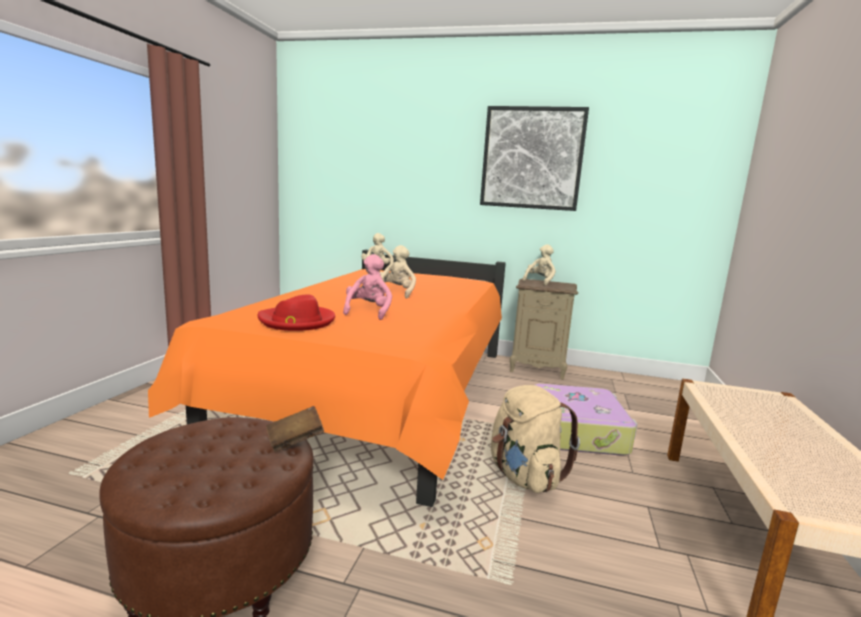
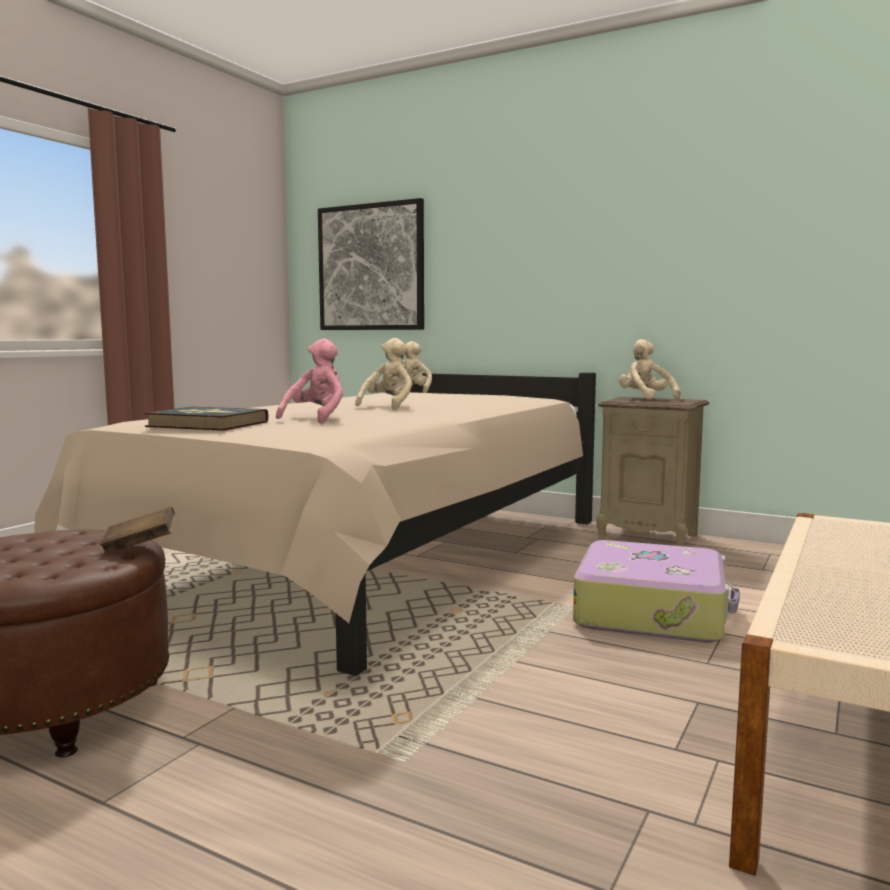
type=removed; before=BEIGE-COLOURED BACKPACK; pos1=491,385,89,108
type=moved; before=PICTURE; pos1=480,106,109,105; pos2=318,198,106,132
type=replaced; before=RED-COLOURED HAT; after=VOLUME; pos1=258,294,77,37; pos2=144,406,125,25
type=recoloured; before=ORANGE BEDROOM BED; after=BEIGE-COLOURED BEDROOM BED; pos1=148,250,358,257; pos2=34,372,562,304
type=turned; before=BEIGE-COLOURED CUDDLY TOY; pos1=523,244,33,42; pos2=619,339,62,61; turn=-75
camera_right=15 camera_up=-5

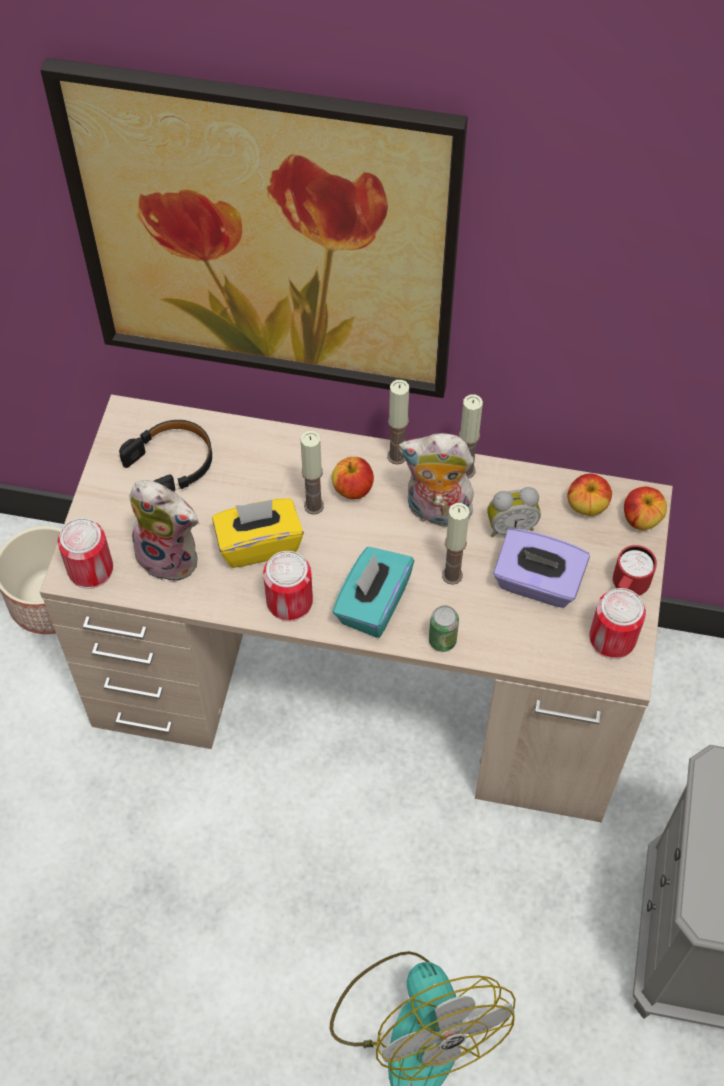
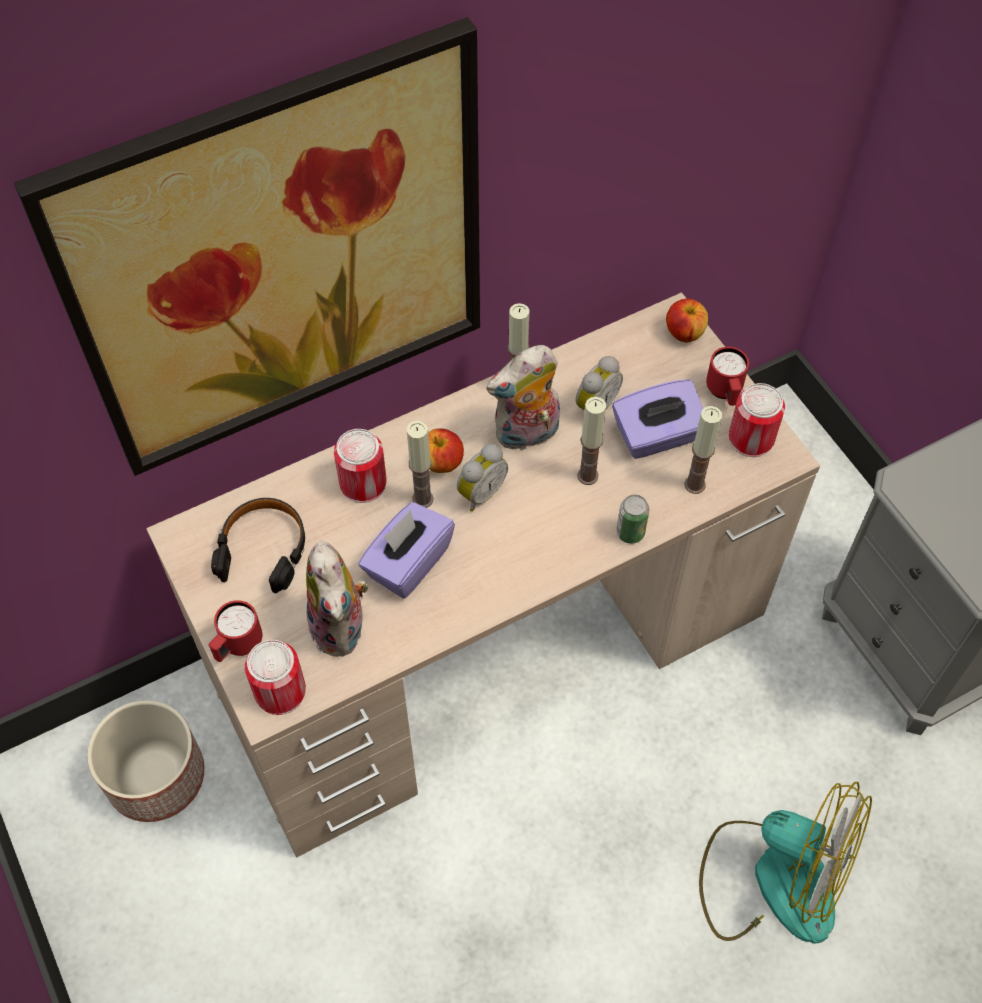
type=removed; before=TURQUOISE TISSUE BOX; pos1=332,546,82,92
type=removed; before=APPLE; pos1=567,473,45,43
type=added; after=RED-COLOURED MUG; pos2=209,600,53,62
type=added; after=ALARM CLOCK; pos2=457,444,51,68
type=moved; before=SEALED CAN; pos1=263,551,50,71; pos2=334,429,52,74
type=moved; before=WAX CANDLE; pos1=387,380,22,85; pos2=684,406,38,88
type=recoloured; before=YELLOW TISSUE BOX; after=PURPLISH TISSUE BOX; pos1=212,498,92,70; pos2=358,502,97,97
type=turned; before=CUDDLY TOY; pos1=129,480,70,103; pos2=306,541,62,116; turn=90
camera_right=-40 camera_up=0

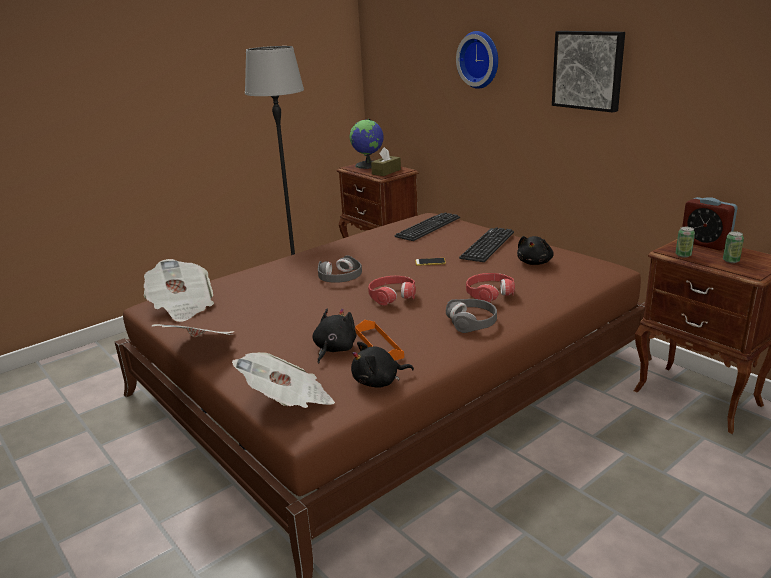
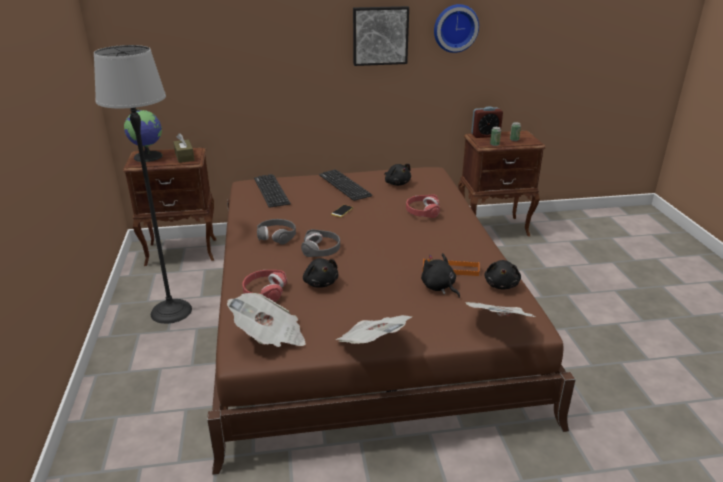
type=added; after=BLACK CUDDLY TOY; pos2=303,258,35,30
type=moved; before=RED-COLOURED PAIR OF HEADPHONES; pos1=368,276,48,30; pos2=242,270,45,32
type=moved; before=GREY PAIR OF HEADPHONES; pos1=446,299,51,34; pos2=257,219,39,26
type=moved; before=WALL CLOCK; pos1=456,31,42,58; pos2=434,4,45,49
camera_right=-60 camera_up=5

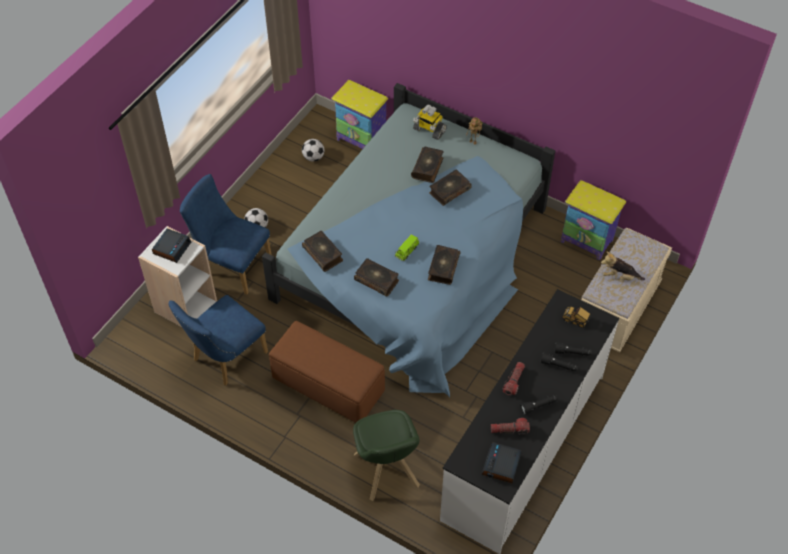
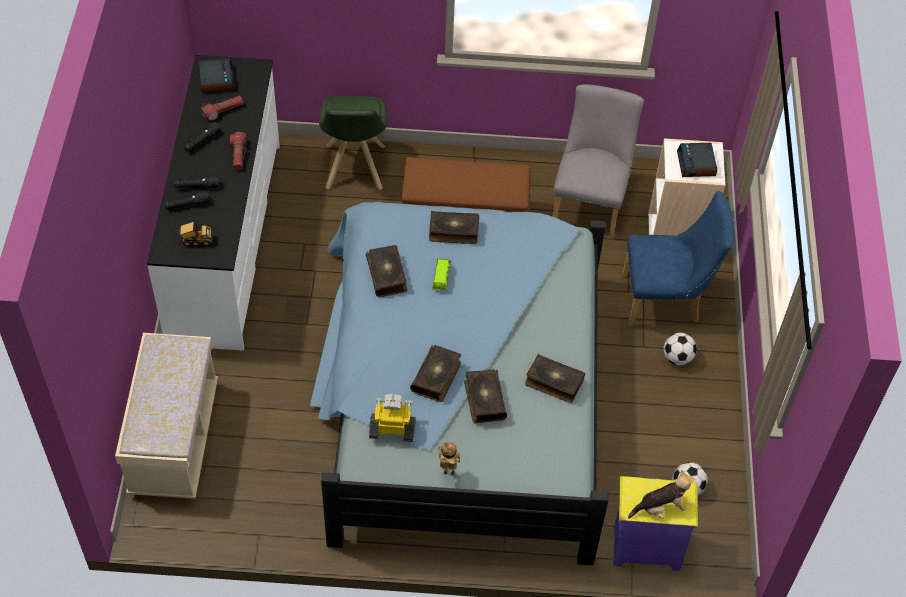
type=removed; before=BEDSIDE TABLE; pos1=561,180,65,80
type=moved; before=VOLUME; pos1=302,231,41,41; pos2=525,354,60,49
type=moved; before=TOY ROBOT; pos1=413,104,34,36; pos2=369,394,47,48
type=moved; before=CUDDLY TOY; pos1=601,251,44,29; pos2=628,470,67,49
type=recoloured; before=BLUE-COLOURED CHAIR; after=GREY CHAIR; pos1=168,295,100,91; pos2=552,84,92,154
type=turned; before=GREENISH CHAIR; pos1=353,410,67,91; pos2=319,96,68,94; turn=-135
camera_right=150 camera_up=0

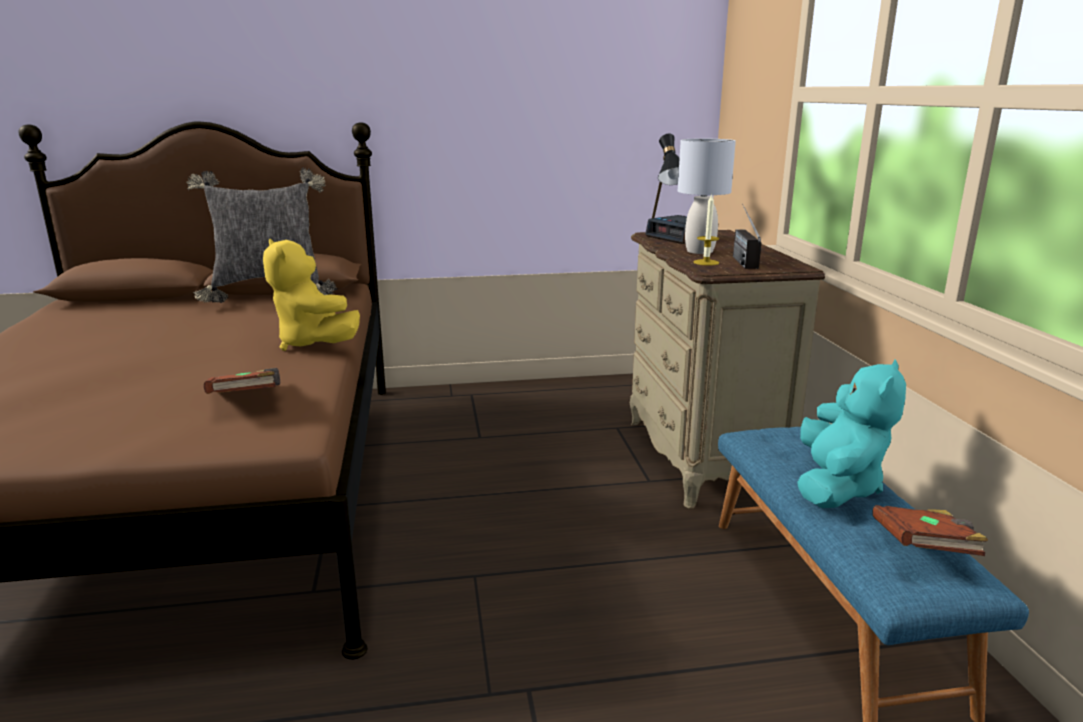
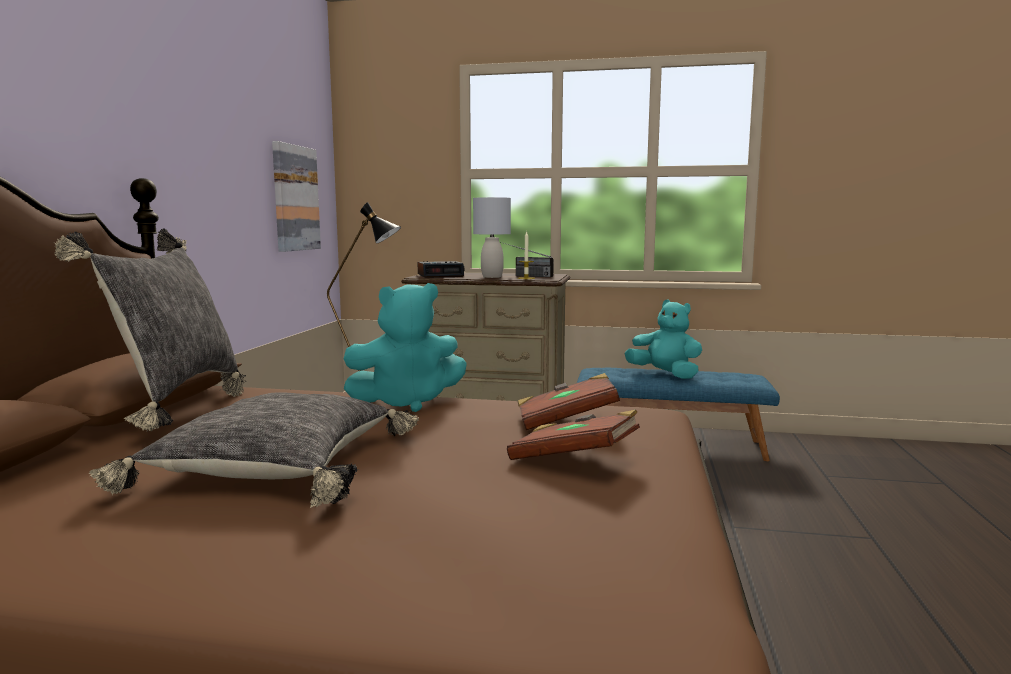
type=added; after=PILLOW; pos2=89,392,330,116
type=added; after=PICTURE; pos2=272,141,49,111
type=moved; before=BROWNISH VOLUME; pos1=872,505,116,51; pos2=507,410,133,50
type=recoloured; before=YELLOW CUDDLY TOY; after=TURQUOISE CUDDLY TOY; pos1=263,239,97,112; pos2=344,283,123,129
camera_right=-70 camera_up=-10

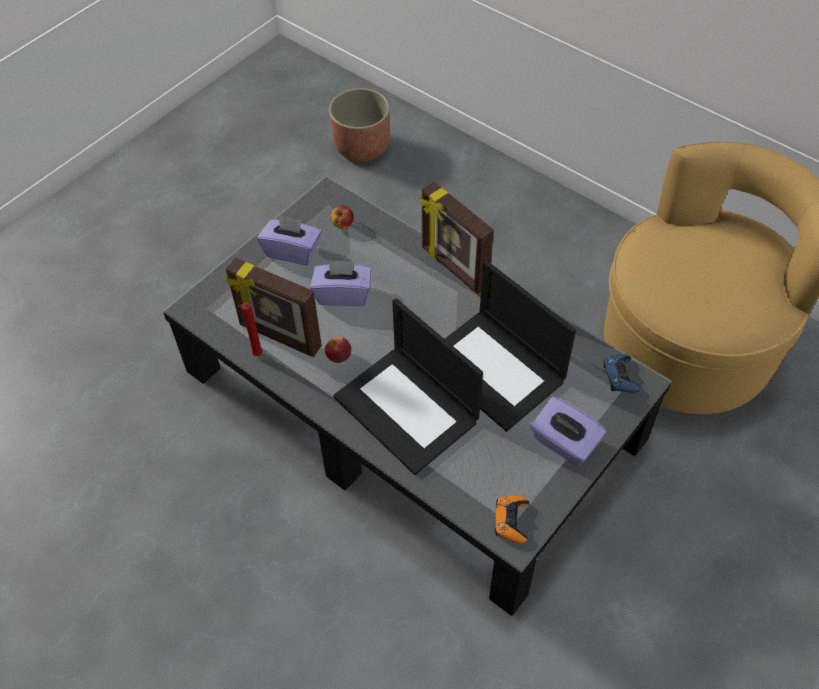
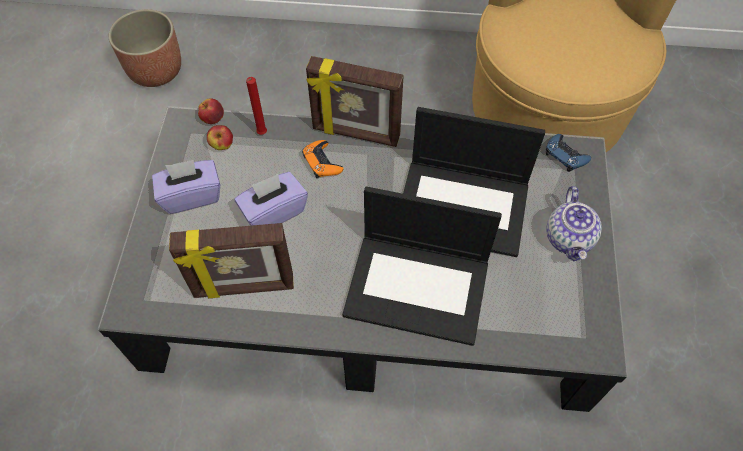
type=moved; before=RED-COLOURED WAX CANDLE; pos1=238,302,25,54; pos2=246,77,21,58
type=moved; before=APPLE; pos1=325,337,26,26; pos2=198,98,26,26
type=moved; before=ORANGE GAME CONTROLLER; pos1=495,495,34,48; pos2=302,140,42,38
type=replaced; before=PURPLISH TISSUE BOX; after=TEAPOT; pos1=530,396,76,70; pos2=546,186,56,76
camera_right=-35 camera_up=5

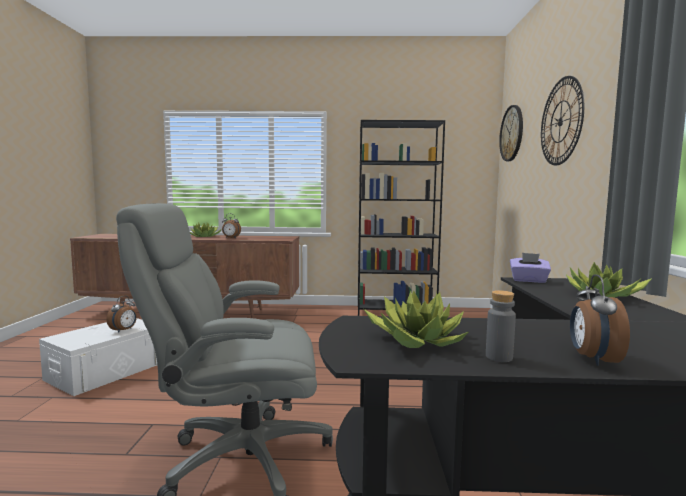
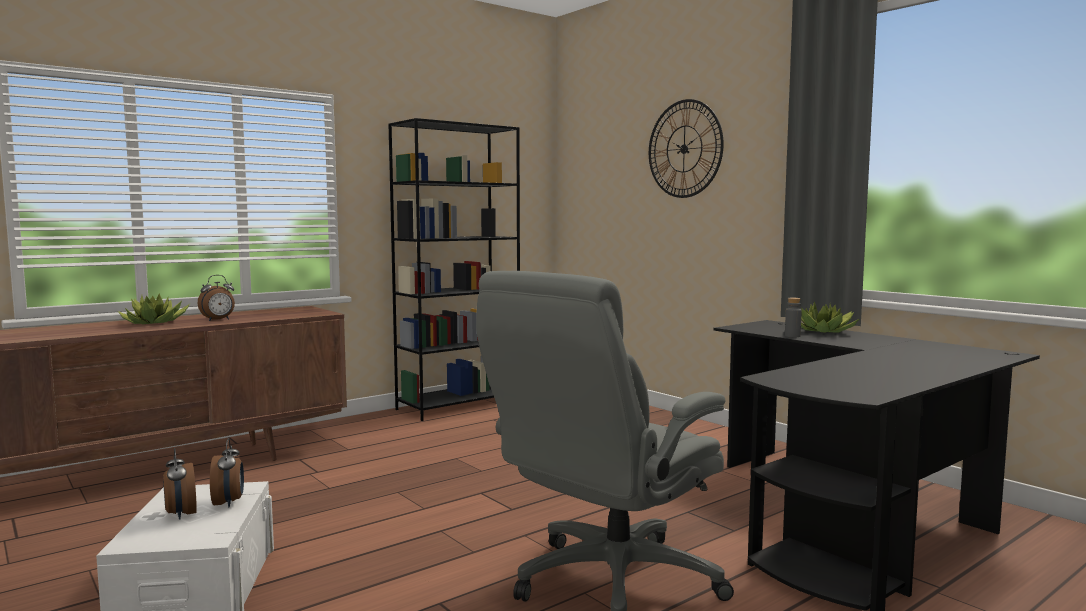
type=removed; before=PLANT IN A POT; pos1=364,291,104,57
type=removed; before=WALL CLOCK; pos1=499,105,24,56
type=removed; before=PURPLISH TISSUE BOX; pos1=510,253,41,30
type=moved; before=GREY BEVERAGE BOTTLE; pos1=486,290,30,72; pos2=785,298,17,39
type=moved; before=ALARM CLOCK; pos1=570,275,60,91; pos2=163,448,34,72
camera_right=-40 camera_up=0

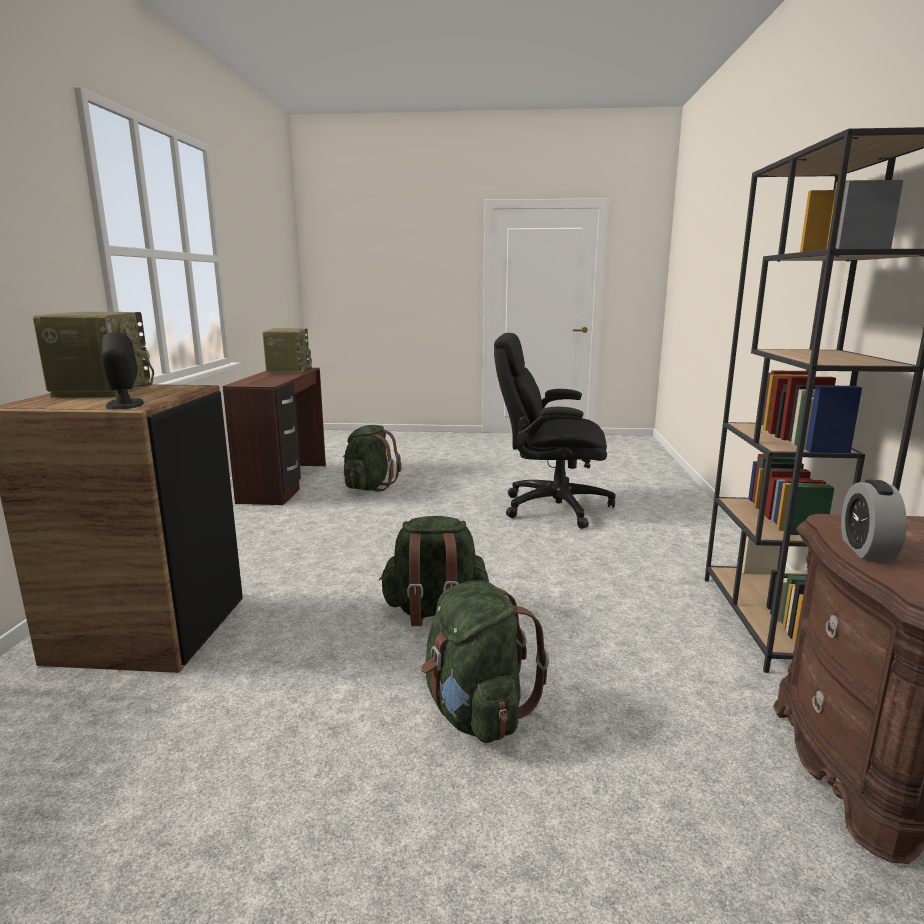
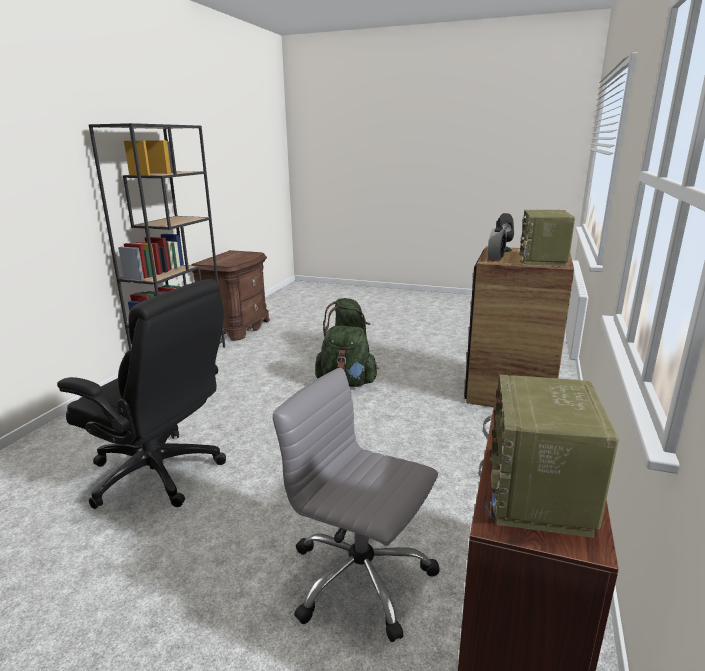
type=moved; before=ALARM CLOCK; pos1=841,479,65,82; pos2=488,227,19,33
type=replaced; before=GREENISH BACKPACK; after=GREY COMPUTER CHAIR; pos1=343,425,59,67; pos2=273,368,167,274
camera_right=-165 camera_up=5

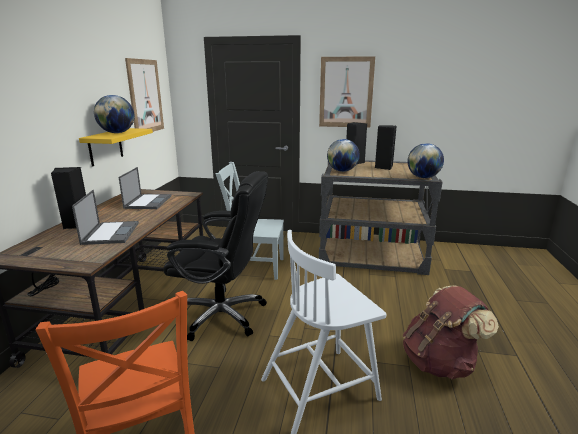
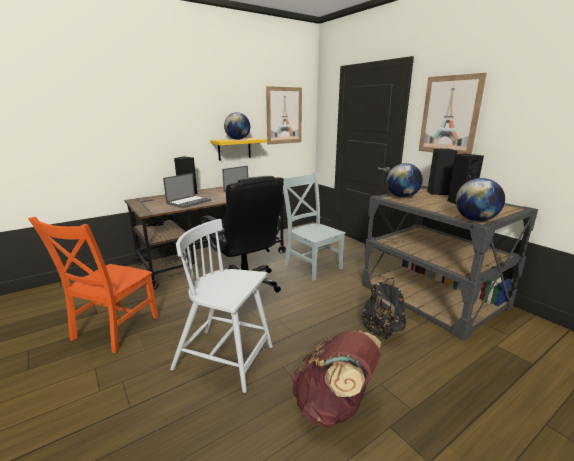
type=added; after=BLACK BACKPACK; pos2=361,278,45,61
camera_right=45 camera_up=0

